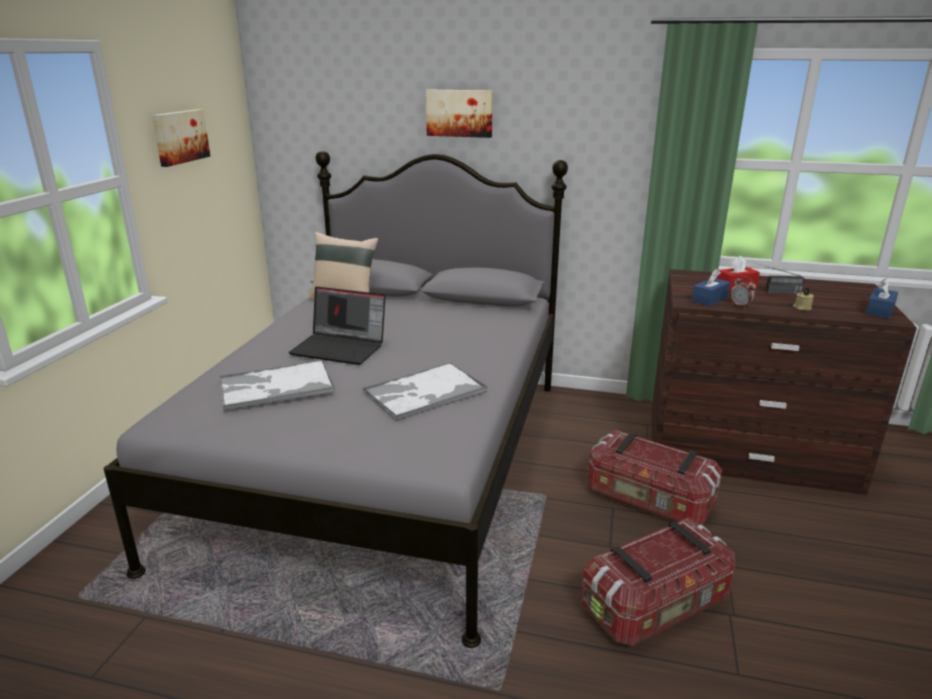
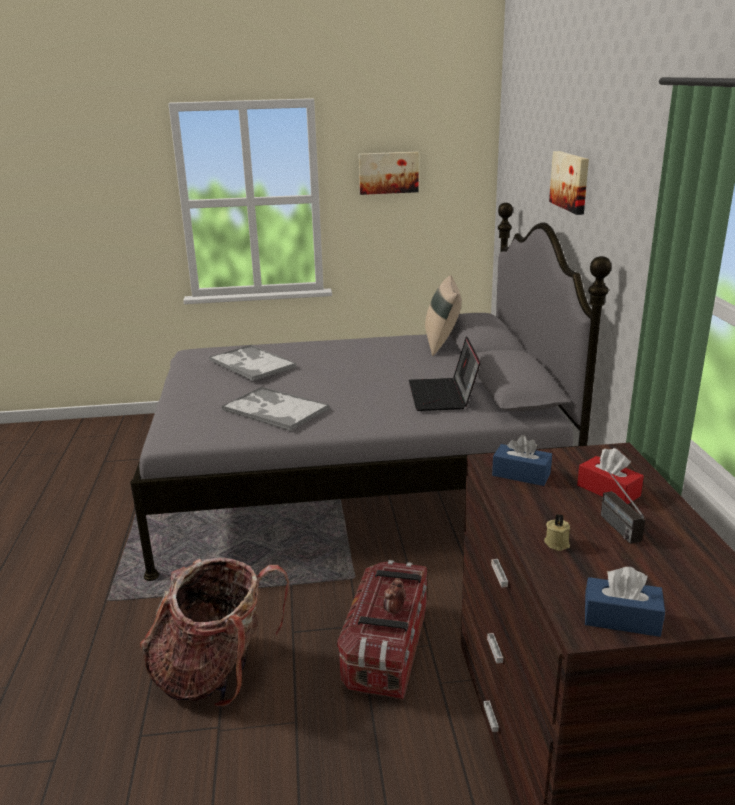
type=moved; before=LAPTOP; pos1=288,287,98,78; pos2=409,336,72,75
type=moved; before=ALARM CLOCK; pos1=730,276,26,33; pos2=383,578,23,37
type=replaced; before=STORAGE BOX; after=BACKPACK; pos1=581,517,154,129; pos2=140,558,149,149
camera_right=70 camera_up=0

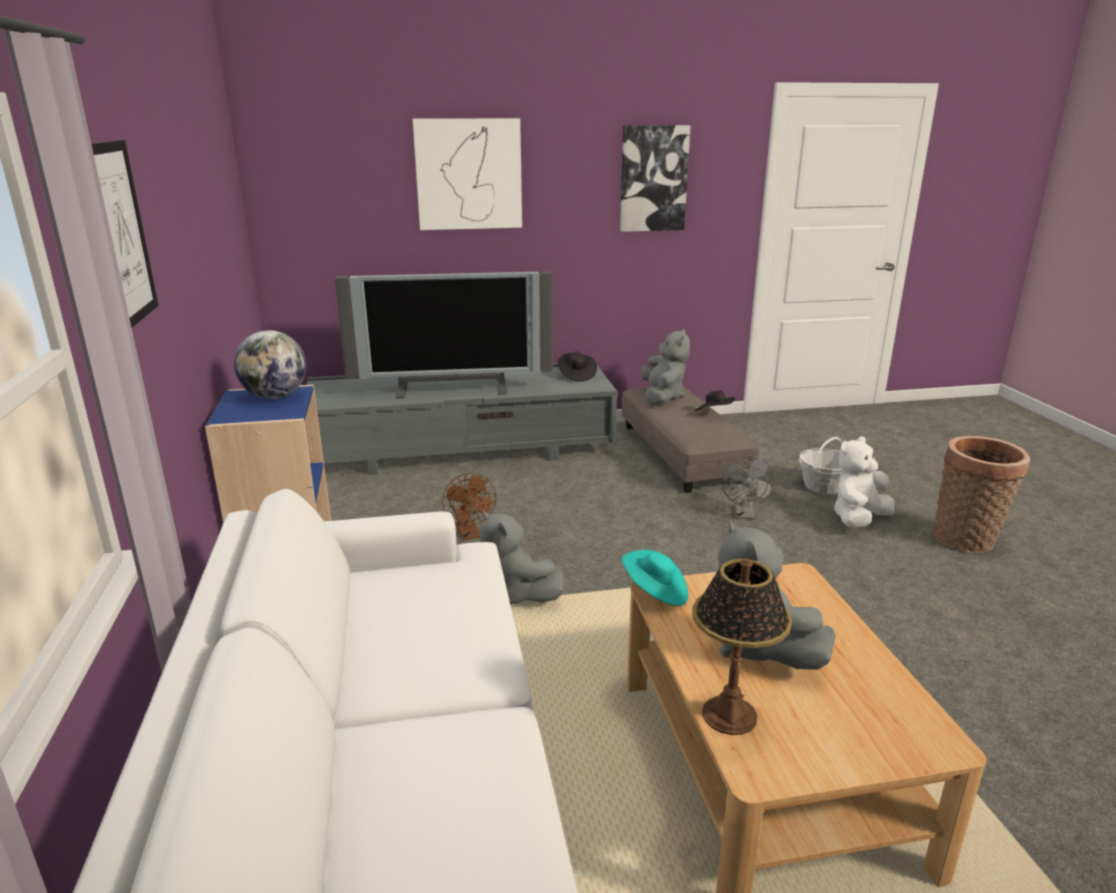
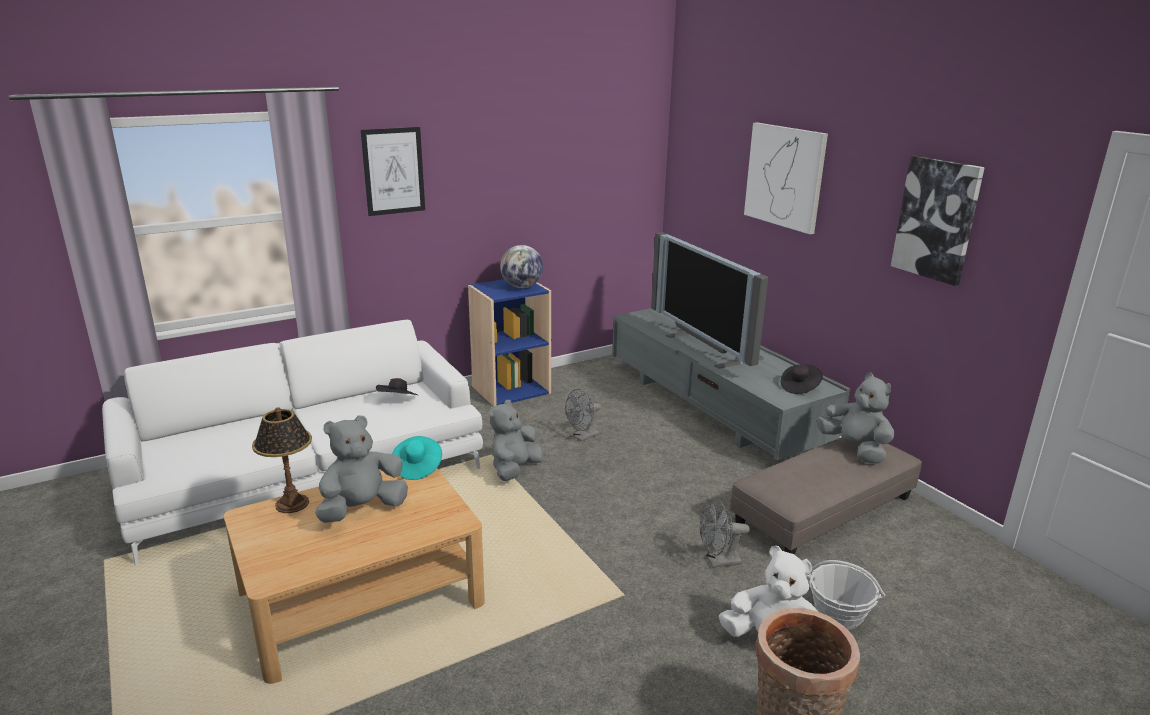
type=moved; before=BLACK HAT; pos1=695,391,40,20; pos2=376,378,42,17
type=recoloured; before=BROWNISH FAN; after=GREY FAN; pos1=442,473,54,67; pos2=565,389,36,53
type=turned; before=GREY CUDDLY TOY; pos1=641,328,49,77; pos2=817,372,77,91; turn=-105
camera_right=70 camera_up=0

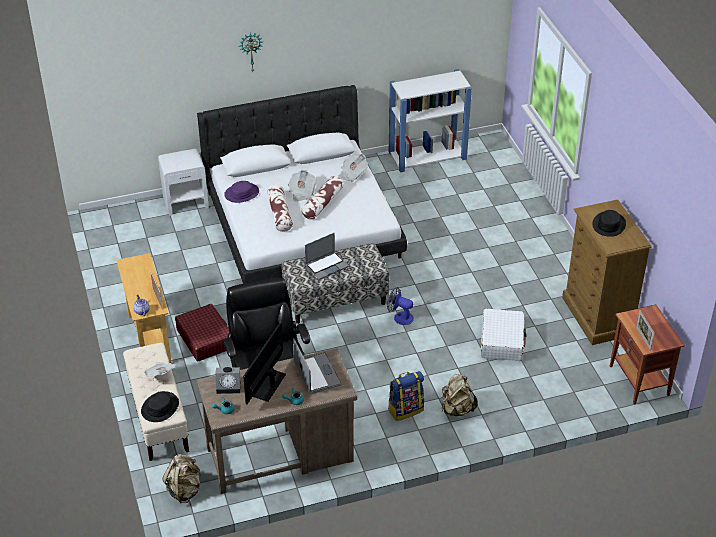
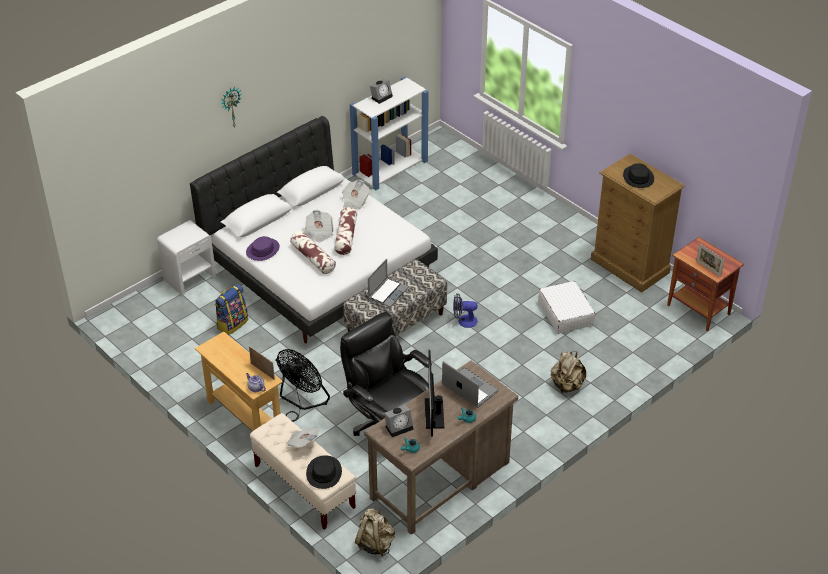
type=added; after=ALARM CLOCK; pos2=370,79,23,25
type=moved; before=BACKPACK; pos1=388,371,36,50; pos2=215,284,33,51
type=replaced; before=RED-COLOURED PIECE OF LUGGAGE; after=BLACK FAN; pos1=175,304,54,57; pos2=275,349,55,73
camera_right=-25 camera_up=0

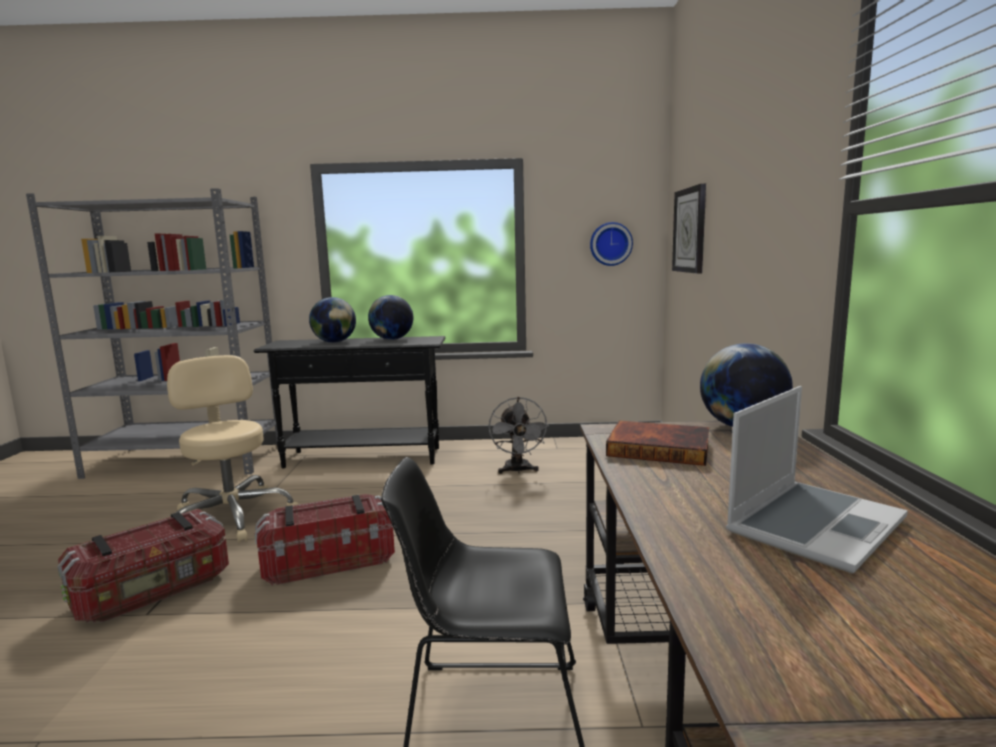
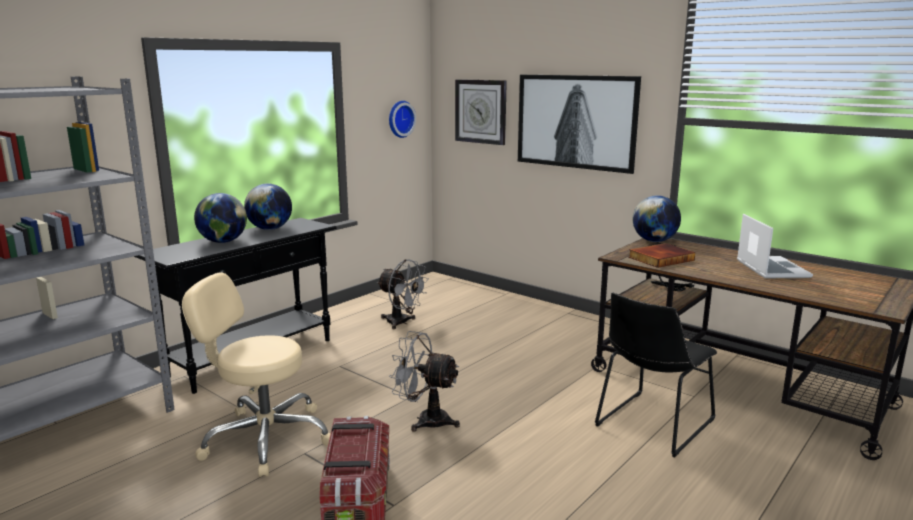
type=added; after=PICTURE; pos2=518,75,123,99
type=replaced; before=STORAGE BOX; after=GREY FAN; pos1=255,494,140,92; pos2=389,331,71,101
camera_right=-50 camera_up=5

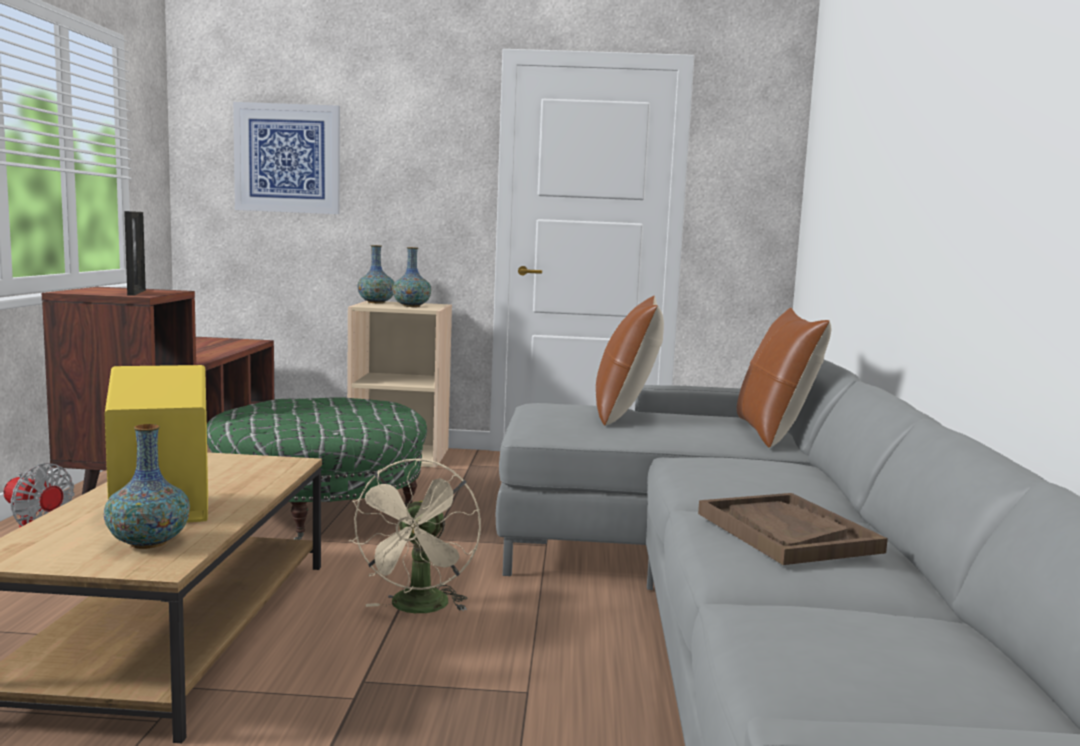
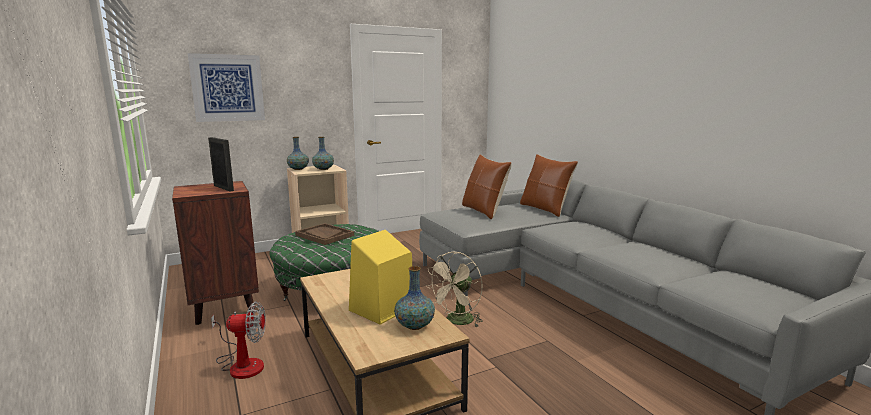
type=moved; before=BROWNISH TRAY; pos1=698,493,190,72; pos2=295,223,59,22
type=turned; before=BEIGE-COLOURED FAN; pos1=349,458,132,155; pos2=425,252,58,76; turn=60
camera_right=-30 camera_up=5

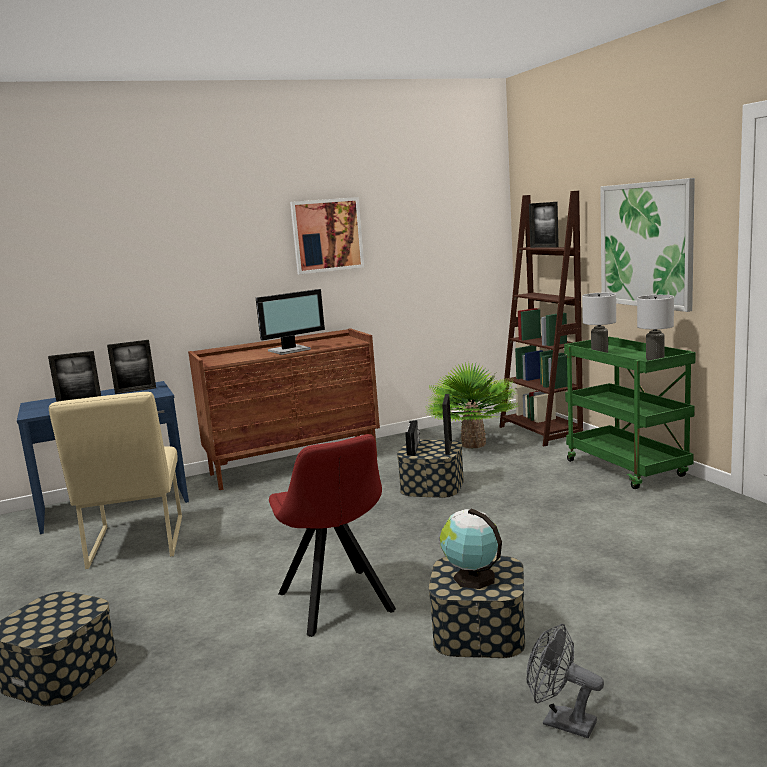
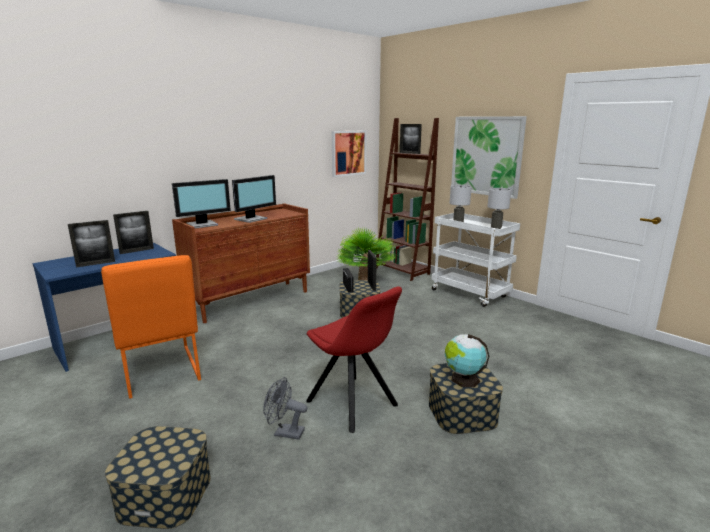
type=added; after=COMPUTER DISPLAY; pos2=172,179,59,50
type=moved; before=PICTURE; pos1=290,197,74,77; pos2=332,130,34,47
type=moved; before=GREY FAN; pos1=527,623,77,115; pos2=263,377,45,63
type=recoloured; before=BEIGE-COLOURED CHAIR; after=ORANGE CHAIR; pos1=49,392,133,177; pos2=101,255,100,144
type=recoloured; before=GREENISH TROLLEY; after=WHITE TROLLEY; pos1=564,337,132,152; pos2=431,213,89,94
camera_right=-20 camera_up=5

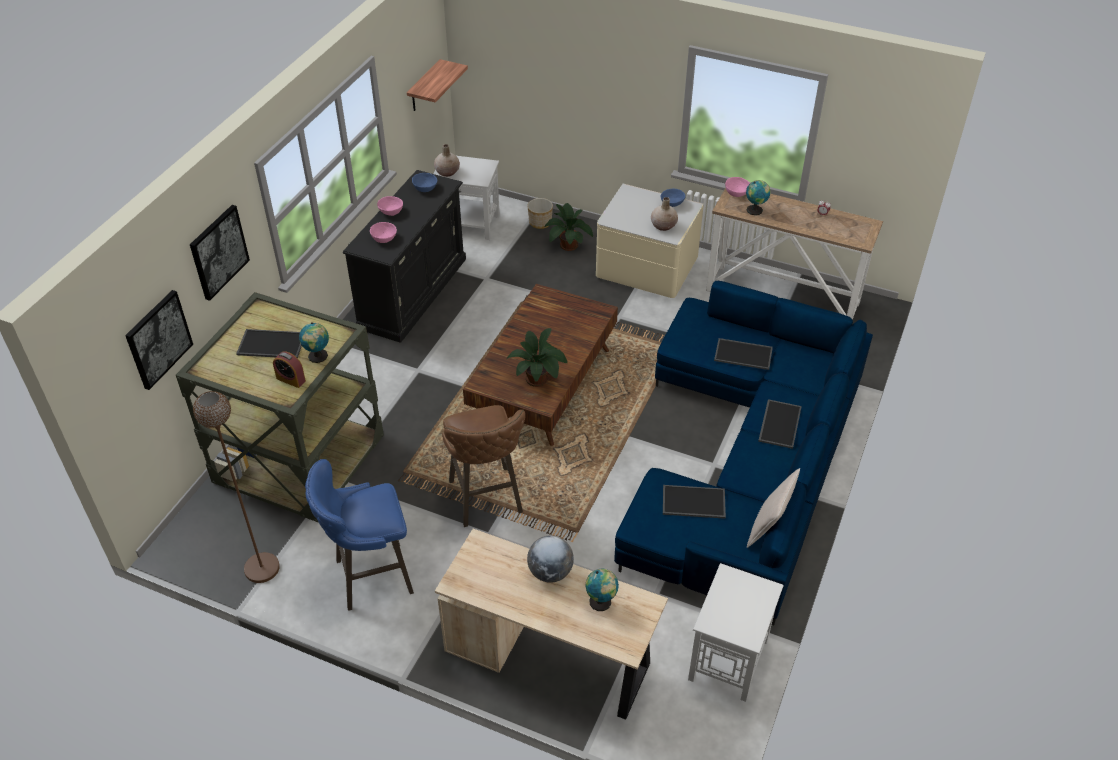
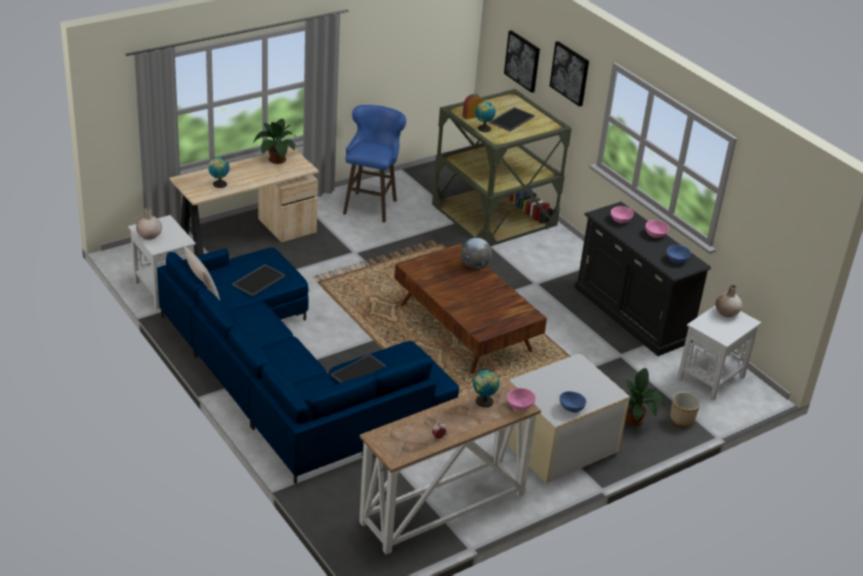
type=removed; before=BROWNISH STANDING LAMP; pos1=193,391,87,192
type=removed; before=SHELF; pos1=407,59,61,52
type=removed; before=BROWNISH SITTING STOOL; pos1=442,405,83,122
type=removed; before=TRAY; pos1=758,399,44,50
type=moved; before=PLANT IN A POT; pos1=507,328,61,59; pos2=253,119,43,45
type=moved; before=DESK GLOBE; pos1=527,535,47,48; pos2=461,238,31,31
type=moved; before=BEIGE-COLOURED VASE; pos1=651,197,27,34; pos2=136,208,26,32
camera_right=120 camera_up=-10

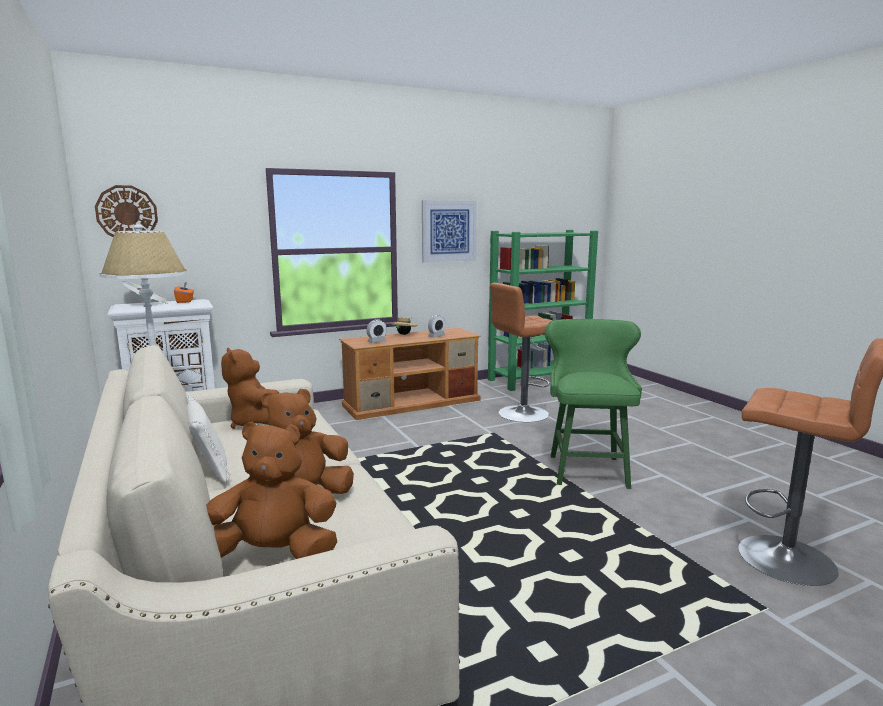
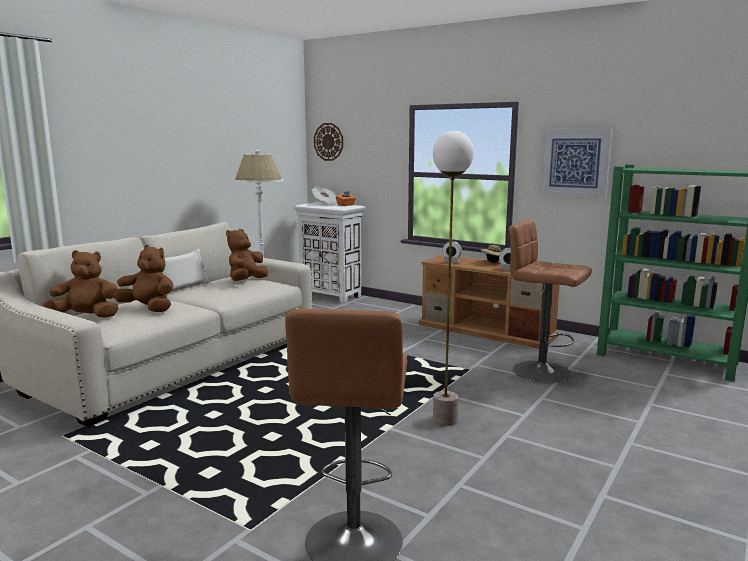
type=replaced; before=GREENISH SITTING STOOL; after=STANDING LAMP; pos1=545,319,97,170; pos2=433,131,41,295
type=turned; before=BROWNISH CUDDLY TOY; pos1=206,422,131,137; pos2=43,250,76,68; turn=-60
camera_right=60 camera_up=0

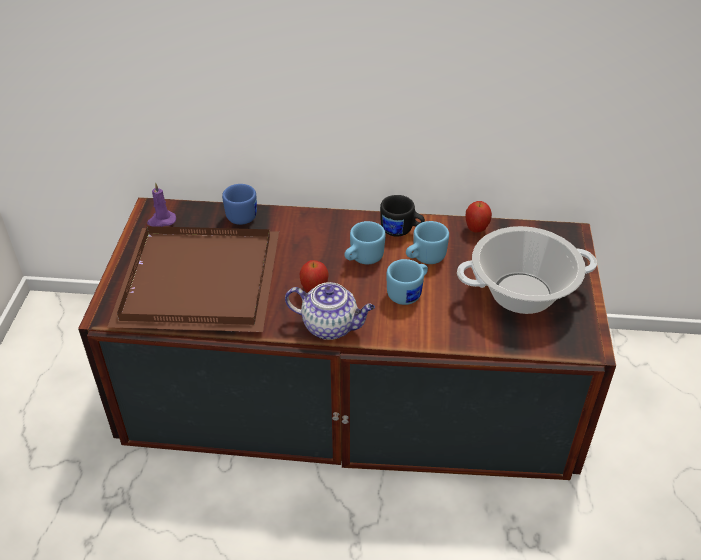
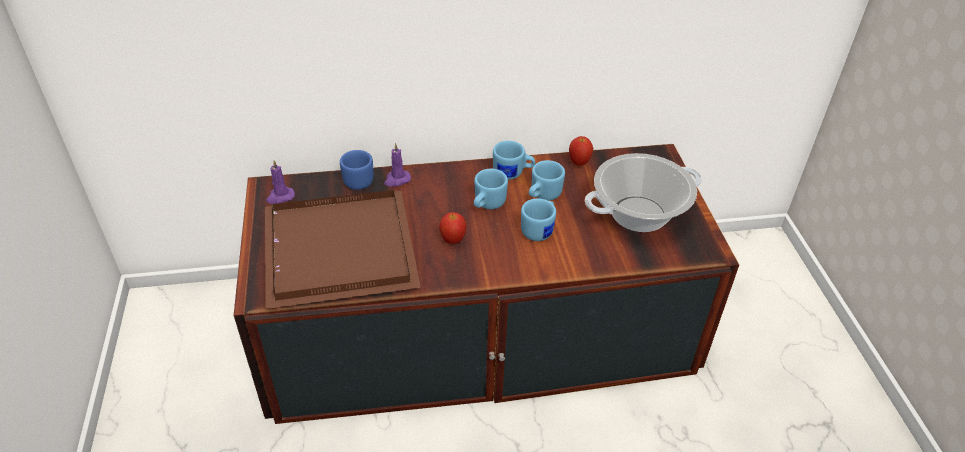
type=removed; before=TEAPOT; pos1=285,282,90,58
type=added; after=PURPLISH WAX CANDLE; pos2=384,143,27,44
type=recoloured; before=BLACK MUG; after=BLUE-COLOURED MUG; pos1=380,195,45,41; pos2=493,141,42,39
camera_right=-15 camera_up=0

